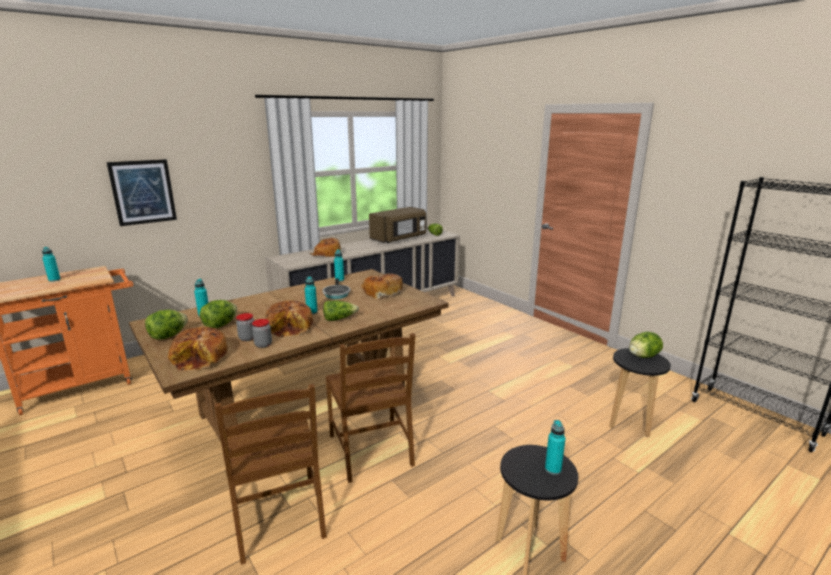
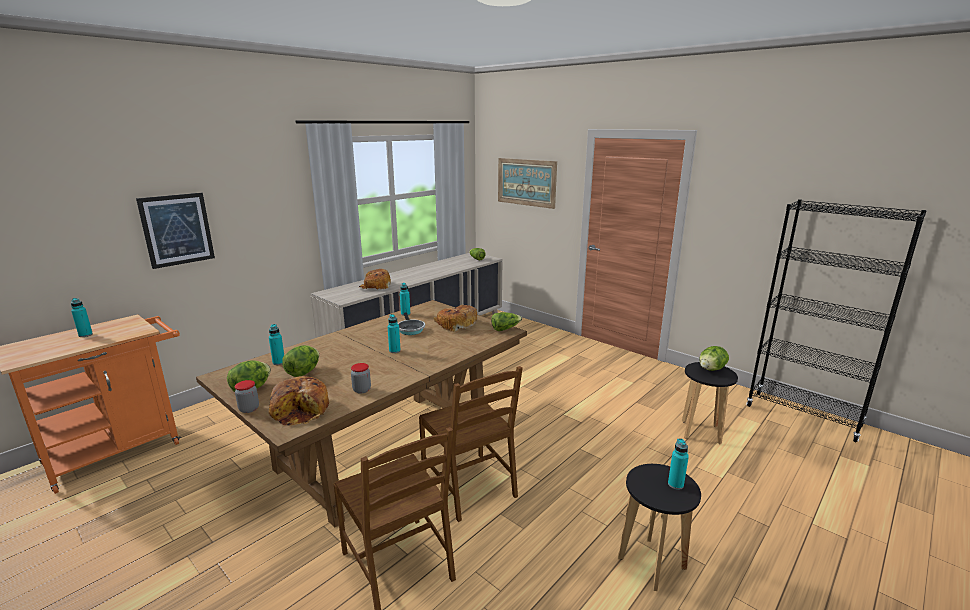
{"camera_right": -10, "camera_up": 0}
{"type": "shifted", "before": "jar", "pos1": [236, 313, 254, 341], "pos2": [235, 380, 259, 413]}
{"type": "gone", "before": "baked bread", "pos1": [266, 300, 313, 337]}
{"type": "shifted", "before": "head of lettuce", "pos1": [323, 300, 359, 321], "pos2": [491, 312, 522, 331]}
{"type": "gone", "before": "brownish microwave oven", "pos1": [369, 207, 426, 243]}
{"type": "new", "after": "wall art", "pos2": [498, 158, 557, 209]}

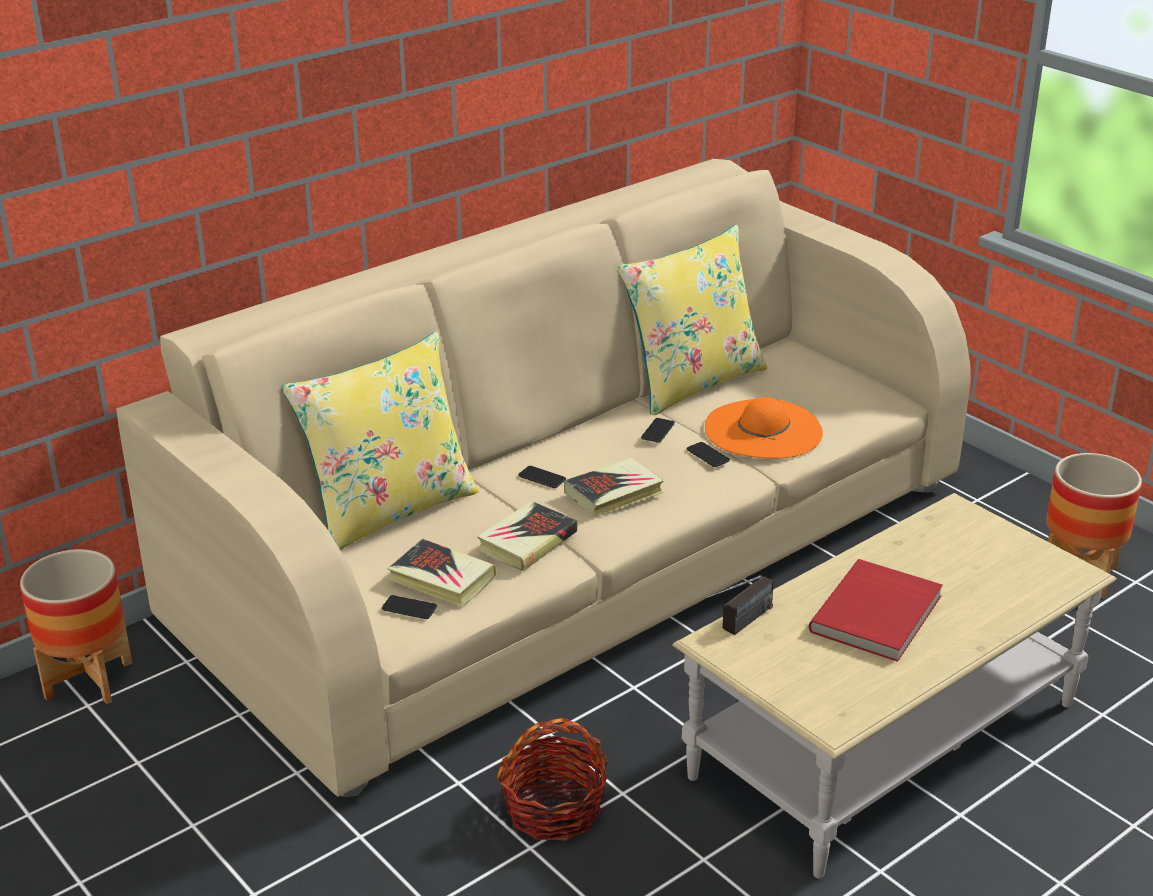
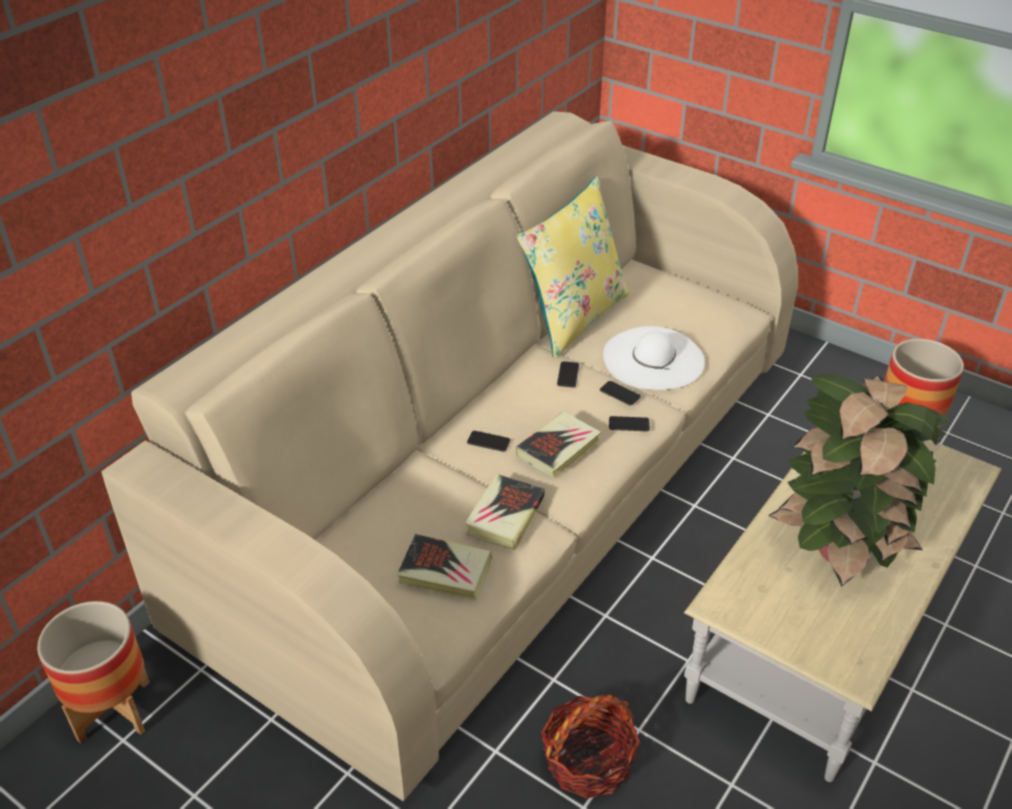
{"camera_right": -15, "camera_up": 10}
{"type": "gone", "before": "yellowish pillow", "pos1": [281, 332, 479, 550]}
{"type": "shifted", "before": "phone", "pos1": [382, 595, 437, 619], "pos2": [609, 416, 650, 431]}
{"type": "gone", "before": "radio receiver", "pos1": [704, 575, 774, 635]}
{"type": "repainted", "before": "orange-coloured hat", "after": "white hat", "pos1": [705, 397, 823, 459], "pos2": [603, 326, 705, 390]}
{"type": "swapped", "before": "reddish book", "after": "potted plant", "pos1": [809, 559, 943, 662], "pos2": [768, 374, 951, 587]}

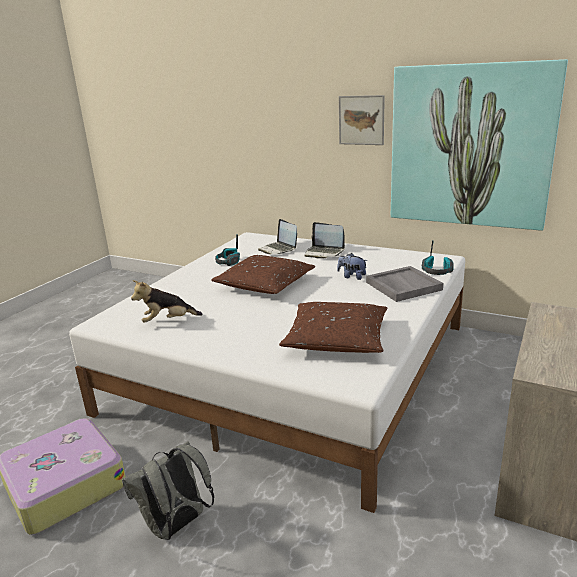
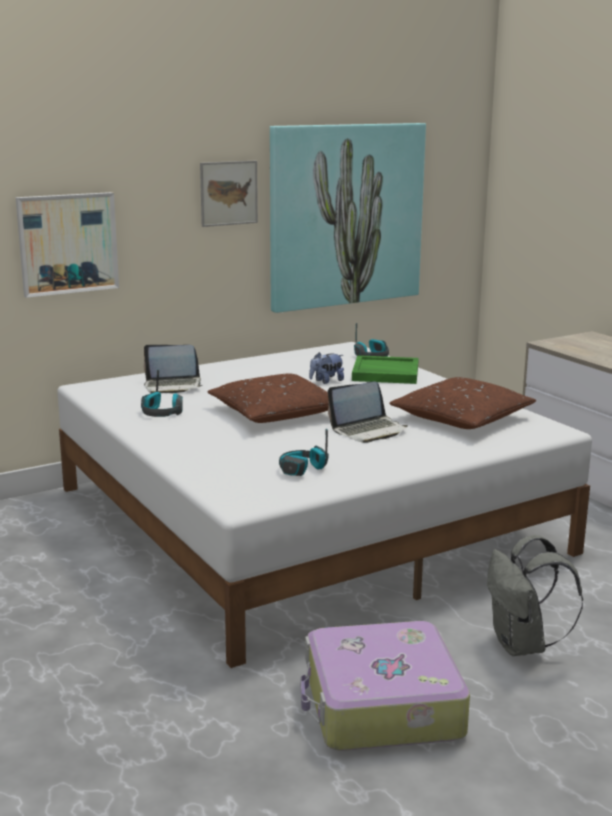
{"camera_right": -60, "camera_up": -5}
{"type": "swapped", "before": "plush toy", "after": "headset", "pos1": [131, 280, 203, 323], "pos2": [279, 429, 329, 476]}
{"type": "shifted", "before": "notebook computer", "pos1": [305, 222, 345, 258], "pos2": [328, 381, 408, 443]}
{"type": "repainted", "before": "gray serving tray", "after": "greenish serving tray", "pos1": [366, 266, 443, 302], "pos2": [352, 355, 419, 384]}
{"type": "new", "after": "wall art", "pos2": [16, 192, 119, 298]}

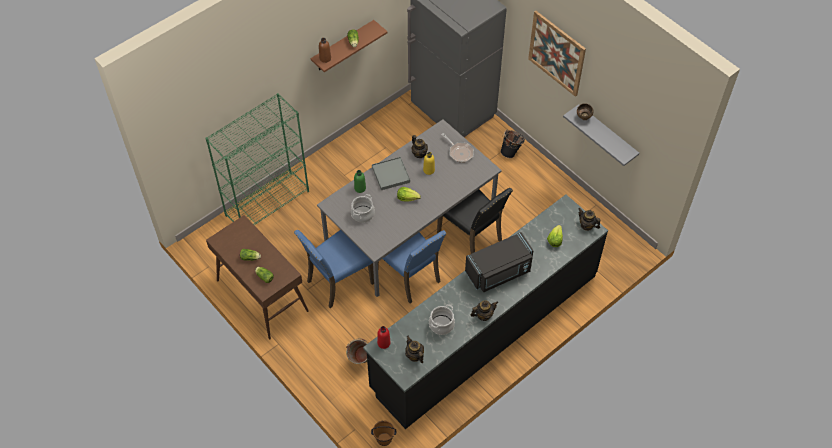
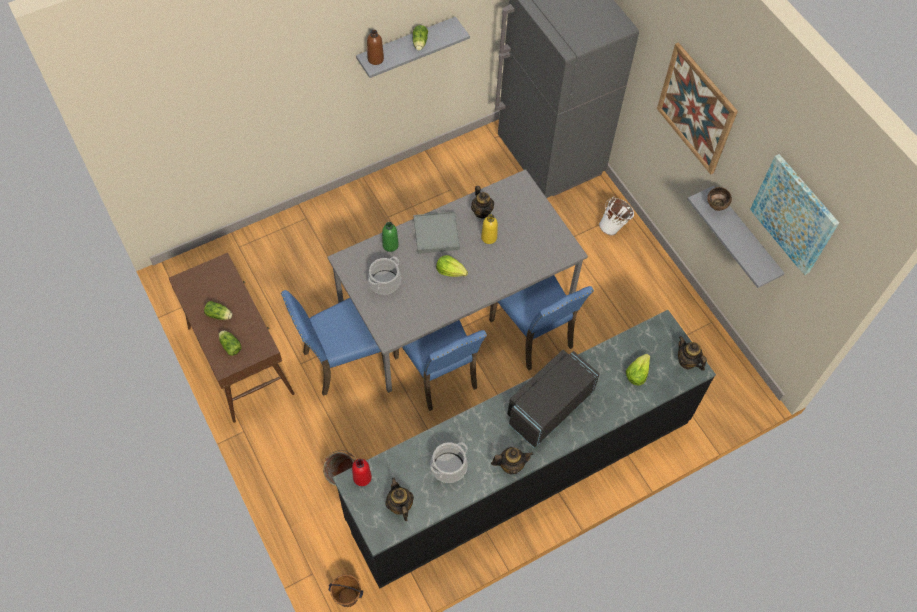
{"camera_right": 10, "camera_up": 5}
{"type": "gone", "before": "greenish bookcase", "pos1": [205, 93, 309, 225]}
{"type": "repainted", "before": "brownish shelf", "after": "gray shelf", "pos1": [311, 20, 388, 72], "pos2": [356, 17, 470, 78]}
{"type": "repainted", "before": "black plain chair", "after": "blue plain chair", "pos1": [437, 188, 513, 254], "pos2": [489, 275, 594, 370]}
{"type": "gone", "before": "frying pan", "pos1": [441, 133, 474, 162]}
{"type": "rotated", "before": "black microwave oven", "pos1": [465, 232, 534, 292], "pos2": [507, 350, 600, 448], "turn": 150}
{"type": "repainted", "before": "black bucket", "after": "white bucket", "pos1": [500, 129, 525, 158], "pos2": [599, 197, 634, 236]}
{"type": "new", "after": "wall art", "pos2": [750, 154, 839, 276]}

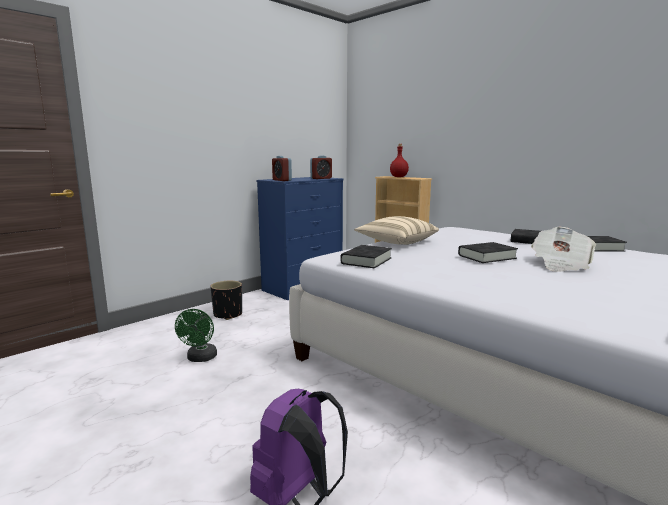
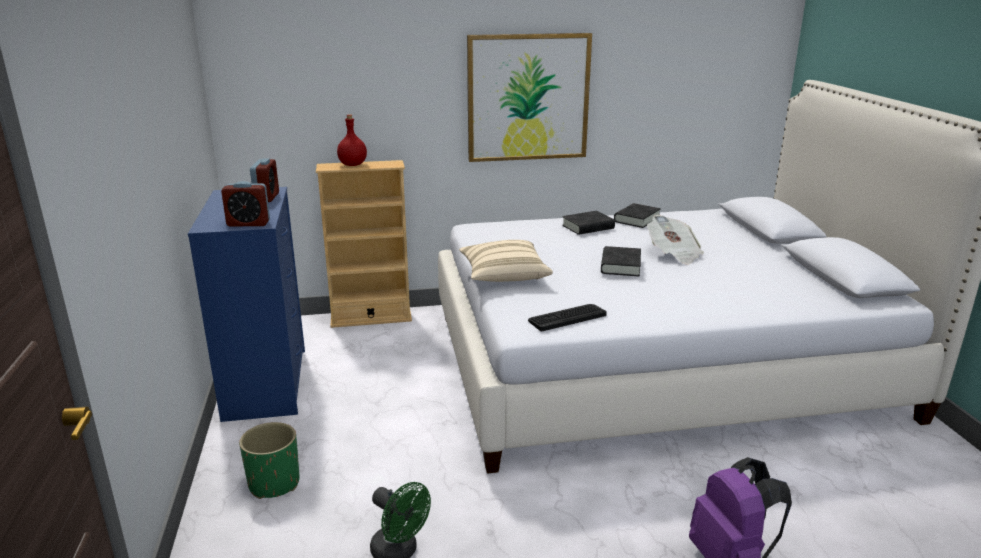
{"camera_right": -55, "camera_up": 10}
{"type": "repainted", "before": "black flower pot", "after": "greenish flower pot", "pos1": [210, 281, 242, 320], "pos2": [239, 422, 300, 499]}
{"type": "swapped", "before": "black book", "after": "PC keyboard", "pos1": [340, 245, 392, 268], "pos2": [528, 304, 607, 331]}
{"type": "new", "after": "wall art", "pos2": [467, 33, 592, 162]}

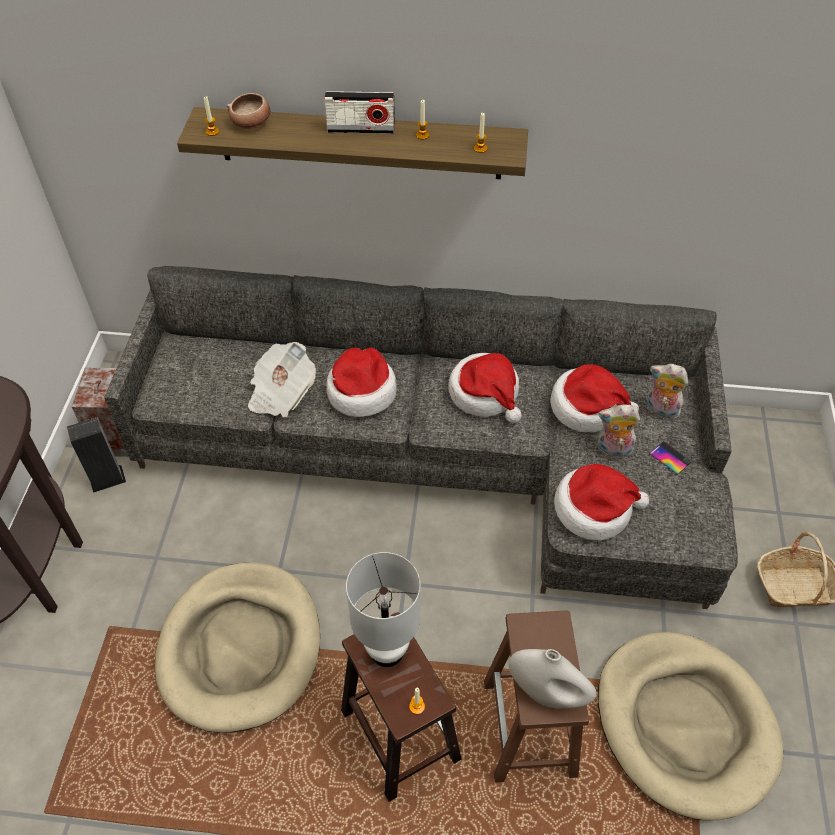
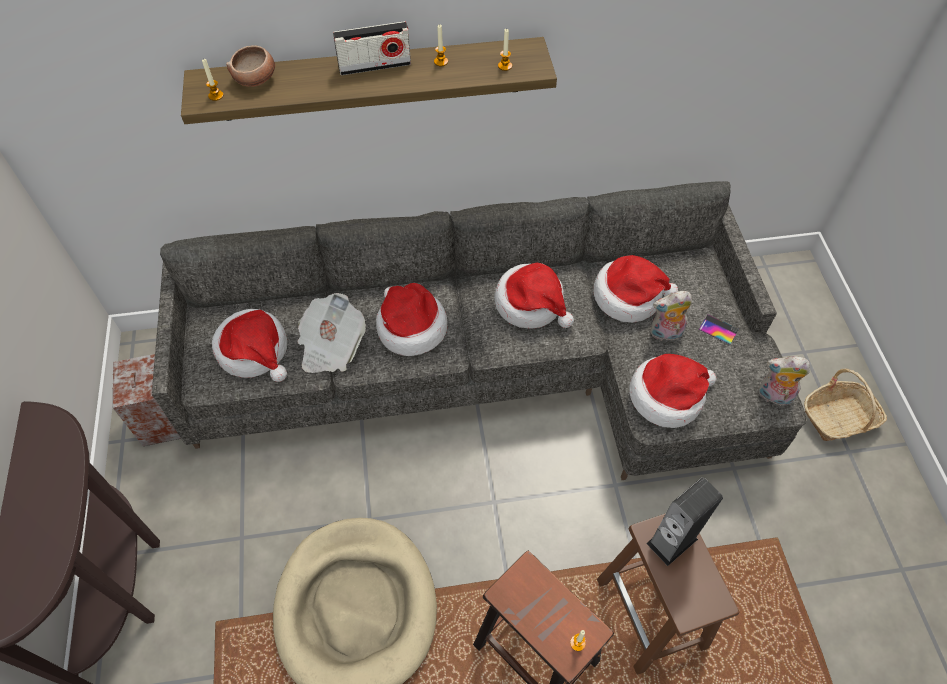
{"camera_right": -15, "camera_up": 5}
{"type": "shifted", "before": "speaker", "pos1": [67, 417, 126, 493], "pos2": [646, 477, 723, 566]}
{"type": "gone", "before": "white table lamp", "pos1": [346, 552, 421, 667]}
{"type": "gone", "before": "white flower vase", "pos1": [509, 649, 596, 709]}
{"type": "gone", "before": "beige dog cushion", "pos1": [598, 632, 783, 820]}
{"type": "shifted", "before": "plush toy", "pos1": [647, 364, 688, 420], "pos2": [758, 356, 810, 406]}
{"type": "new", "after": "hat", "pos2": [212, 309, 287, 382]}

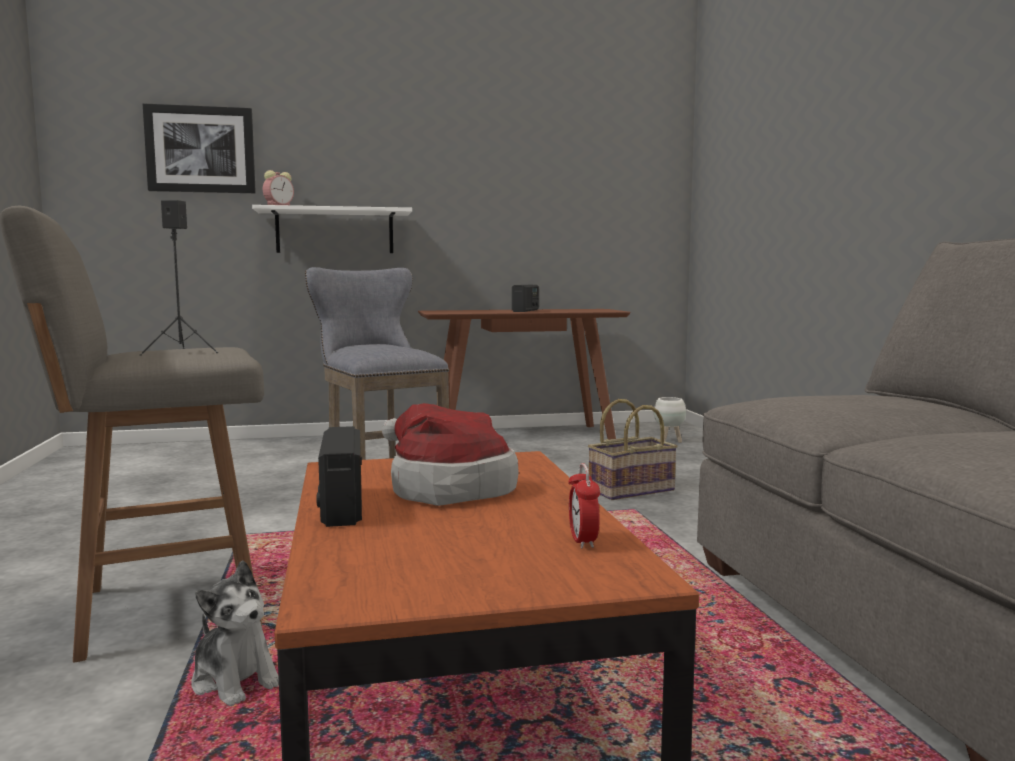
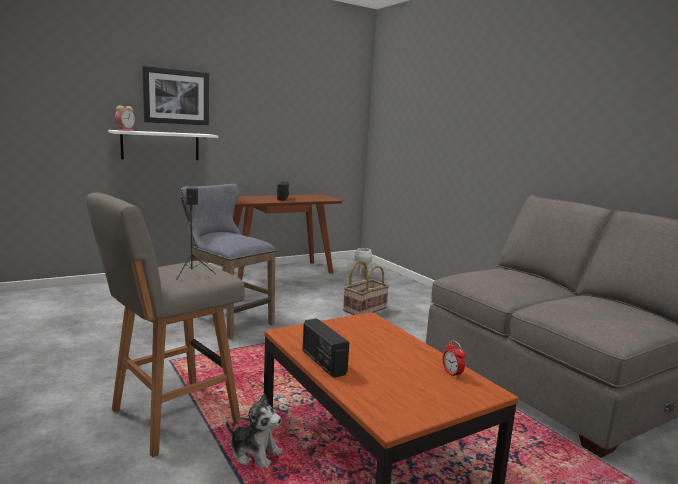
{"camera_right": -20, "camera_up": 5}
{"type": "shifted", "before": "wall art", "pos1": [143, 103, 256, 193], "pos2": [142, 66, 209, 125]}
{"type": "gone", "before": "hat", "pos1": [382, 403, 519, 506]}

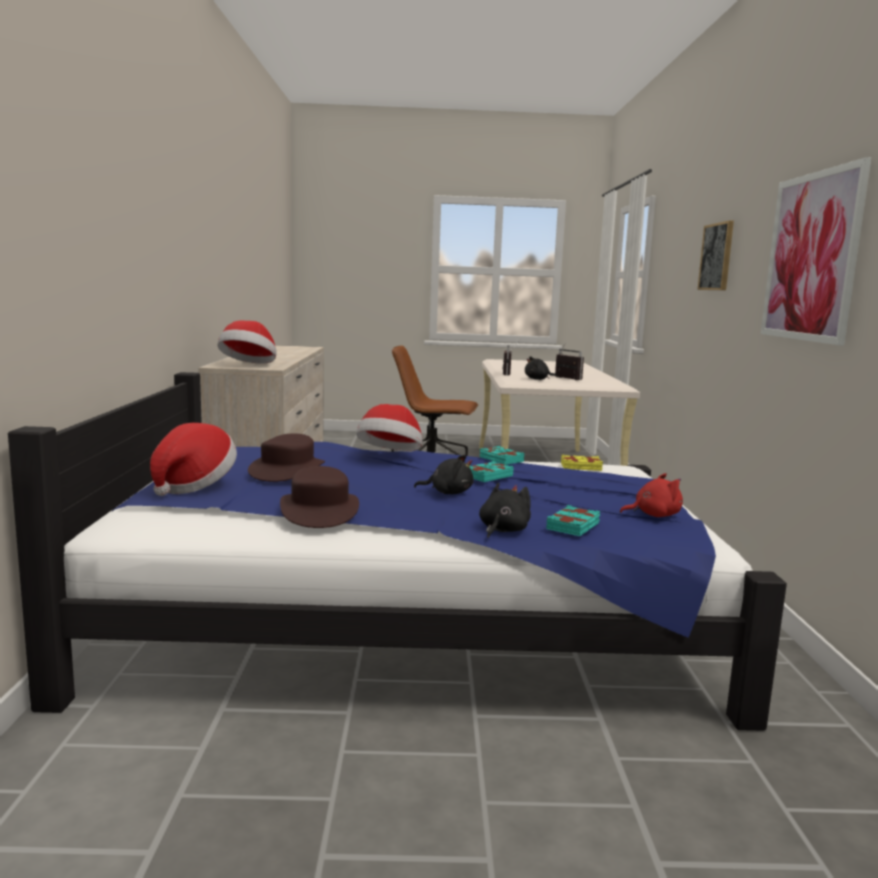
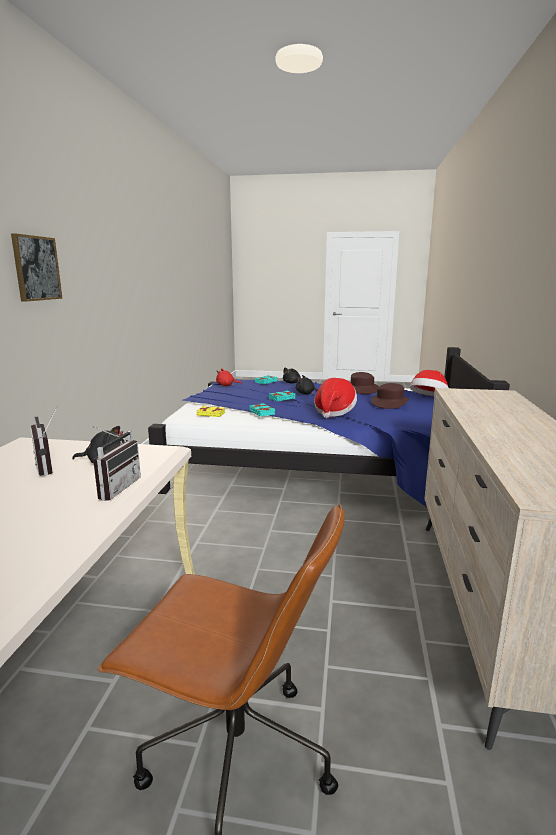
{"camera_right": -170, "camera_up": 5}
{"type": "gone", "before": "hat", "pos1": [217, 320, 277, 364]}
{"type": "gone", "before": "wall art", "pos1": [761, 157, 872, 346]}

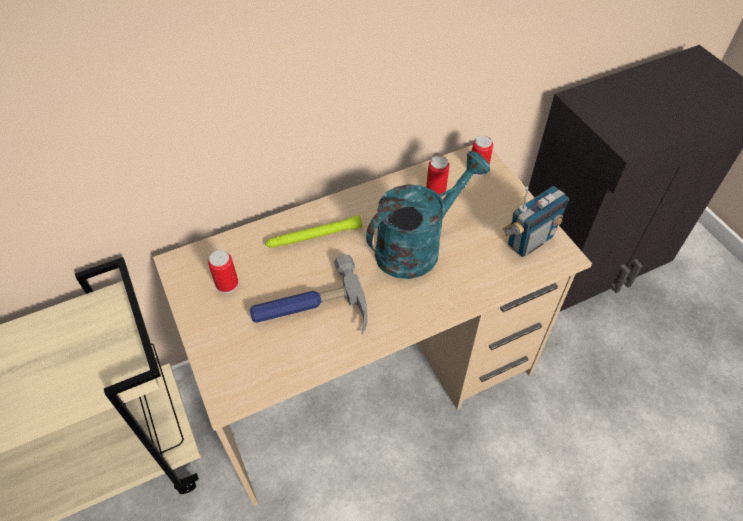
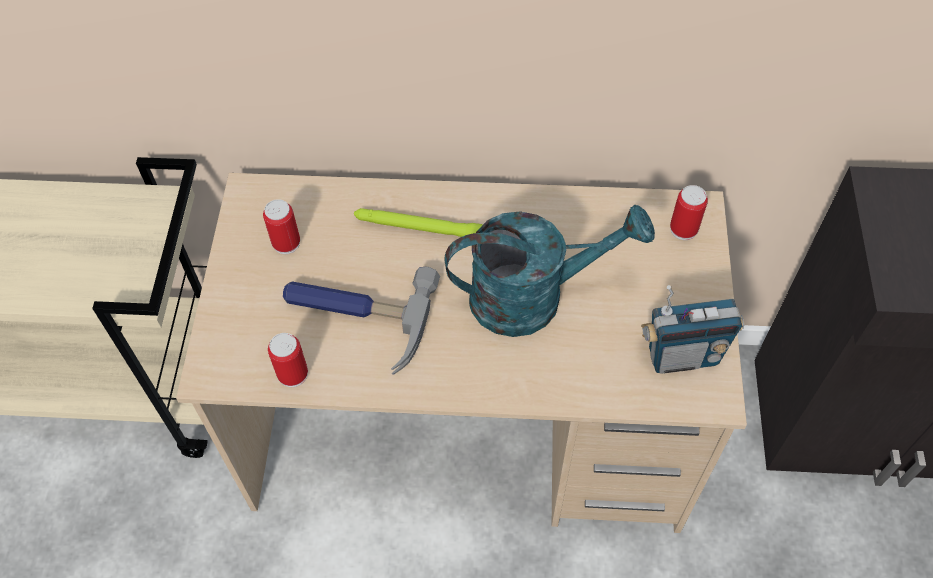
{"camera_right": 30, "camera_up": 5}
{"type": "shifted", "before": "metal can", "pos1": [426, 156, 449, 195], "pos2": [268, 333, 308, 387]}

